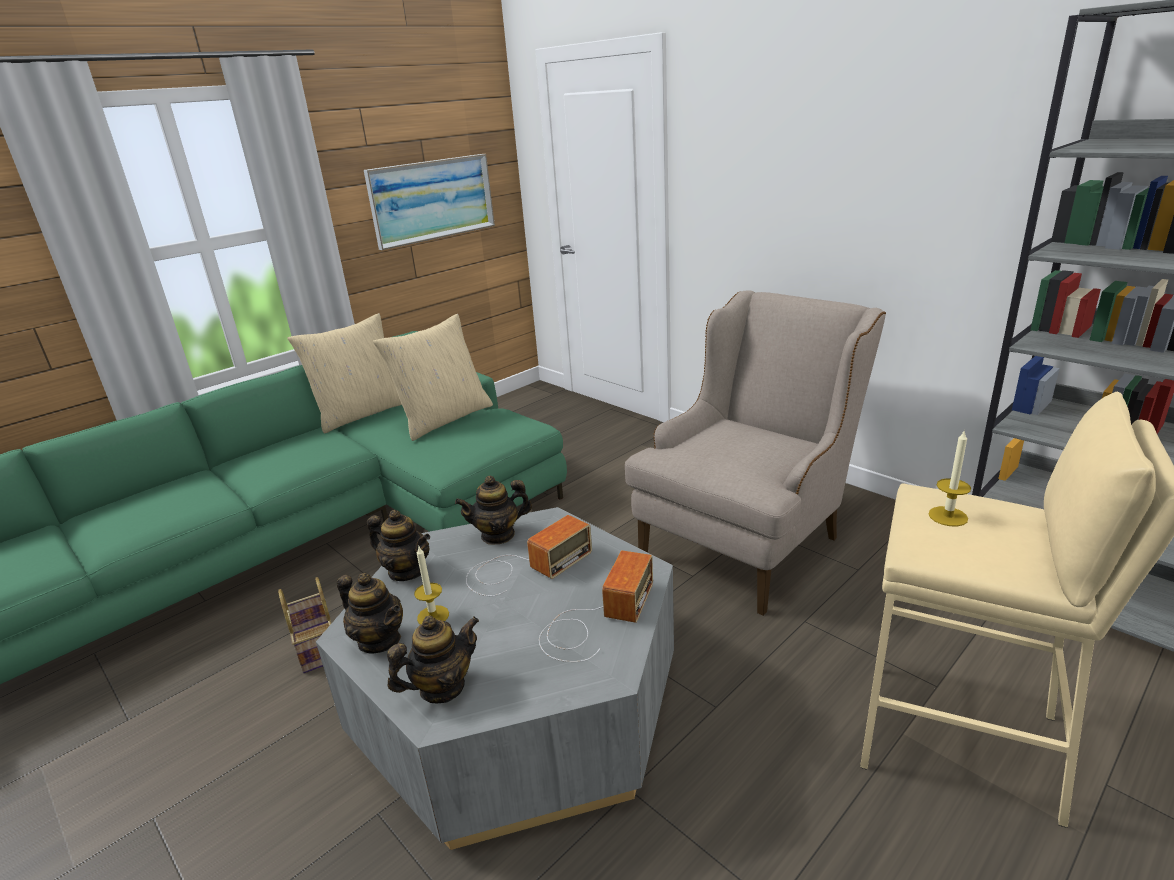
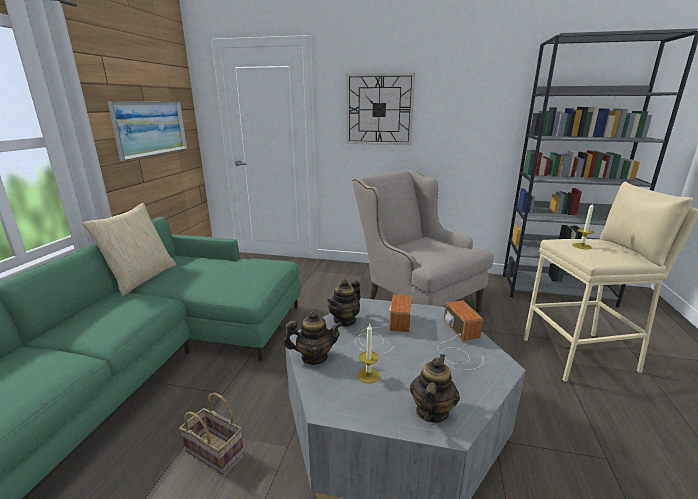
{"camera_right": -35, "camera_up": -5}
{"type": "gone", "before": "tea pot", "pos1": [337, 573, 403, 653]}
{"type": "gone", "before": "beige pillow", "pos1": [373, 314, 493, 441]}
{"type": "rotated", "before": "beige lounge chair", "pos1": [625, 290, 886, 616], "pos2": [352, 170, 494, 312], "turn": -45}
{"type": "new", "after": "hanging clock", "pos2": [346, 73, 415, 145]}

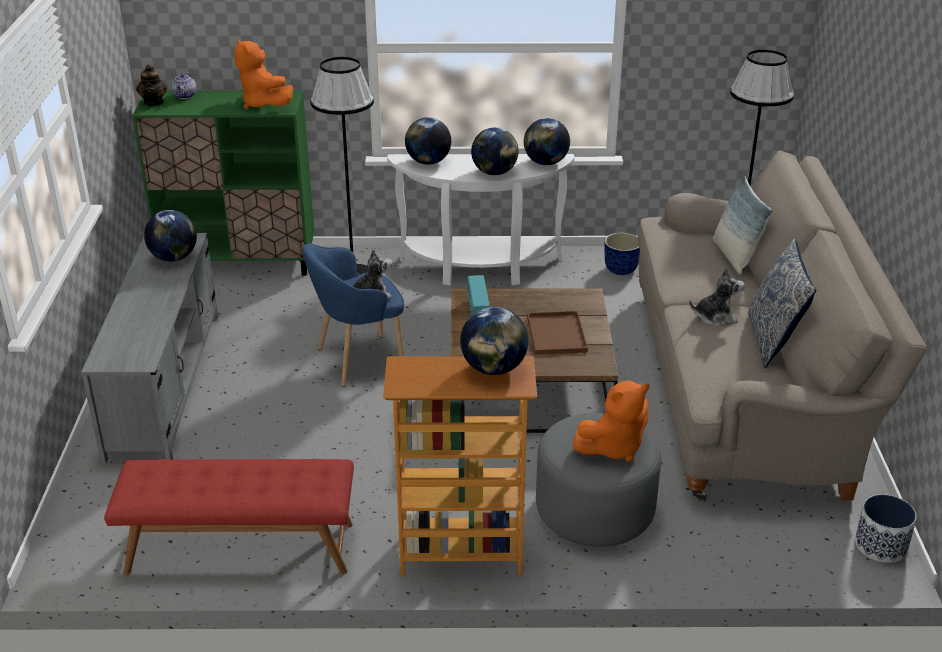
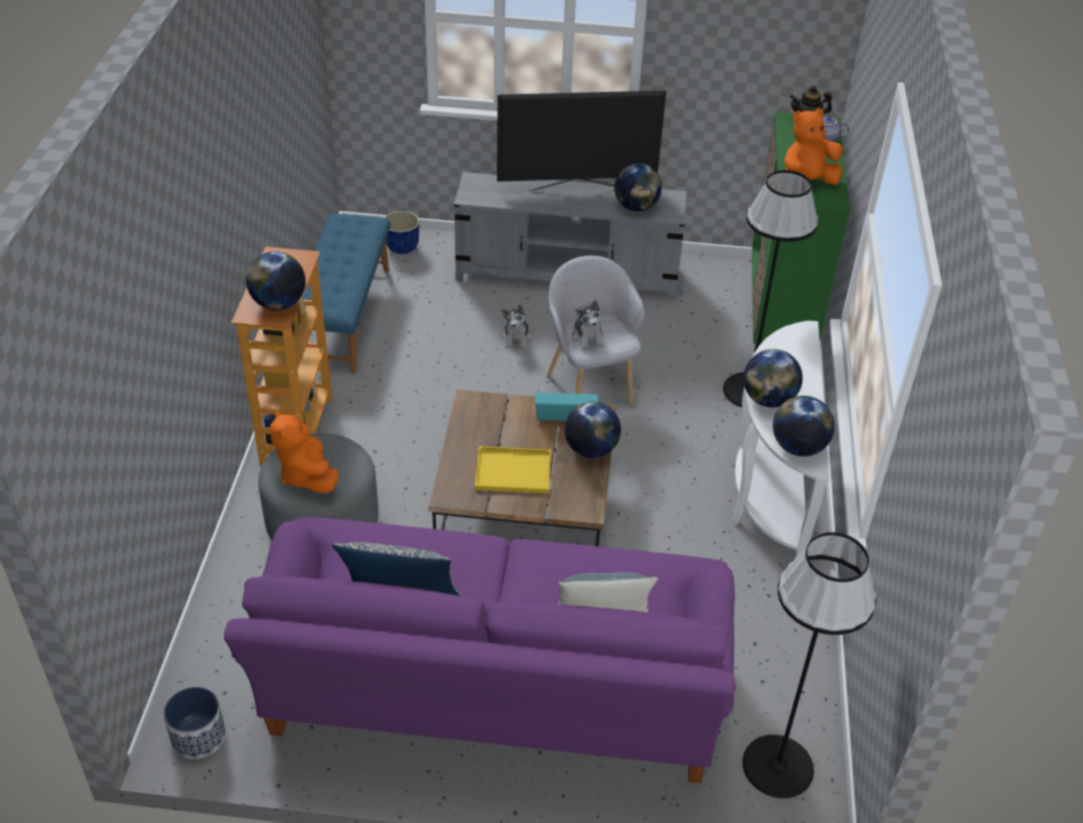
{"camera_right": 95, "camera_up": 10}
{"type": "repainted", "before": "reddish indoor bench", "after": "blue indoor bench", "pos1": [104, 459, 354, 575], "pos2": [303, 214, 391, 373]}
{"type": "repainted", "before": "blue lounge chair", "after": "gray lounge chair", "pos1": [303, 244, 404, 387], "pos2": [547, 256, 645, 406]}
{"type": "shifted", "before": "world globe", "pos1": [405, 117, 451, 165], "pos2": [565, 401, 621, 458]}
{"type": "repainted", "before": "brownish serving tray", "after": "yellowish serving tray", "pos1": [527, 311, 588, 355], "pos2": [475, 446, 551, 493]}
{"type": "shifted", "before": "flower pot", "pos1": [604, 233, 640, 275], "pos2": [384, 211, 420, 254]}
{"type": "repainted", "before": "beige sofa", "after": "purplish sofa", "pos1": [638, 151, 927, 501], "pos2": [224, 517, 736, 783]}
{"type": "shifted", "before": "plush toy", "pos1": [689, 268, 745, 326], "pos2": [501, 305, 531, 349]}
{"type": "new", "after": "TV set", "pos2": [497, 91, 666, 192]}

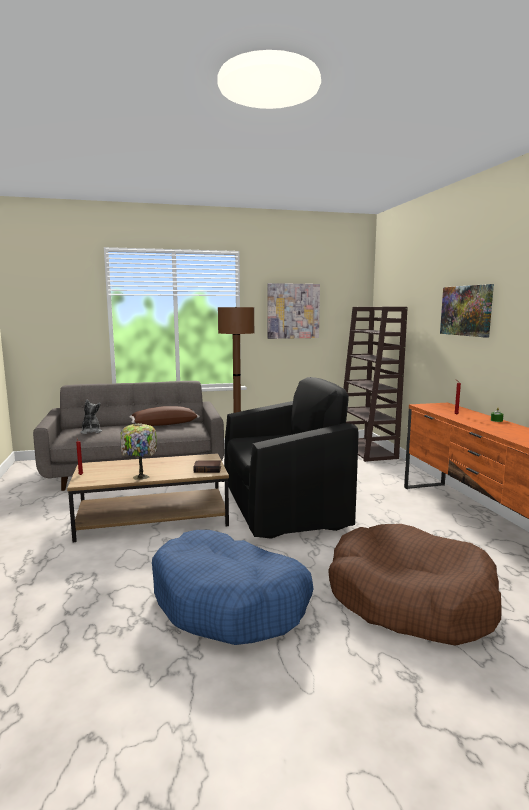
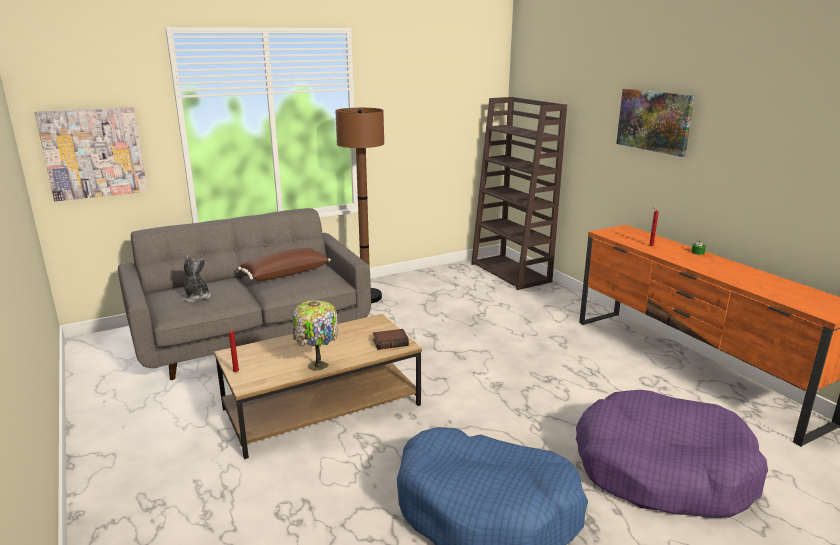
{"camera_right": -15, "camera_up": 10}
{"type": "gone", "before": "black lounge chair", "pos1": [224, 377, 358, 539]}
{"type": "shifted", "before": "wall art", "pos1": [267, 283, 320, 339], "pos2": [35, 107, 147, 201]}
{"type": "repainted", "before": "brownish dog cushion", "after": "purplish dog cushion", "pos1": [328, 524, 502, 646], "pos2": [576, 390, 768, 518]}

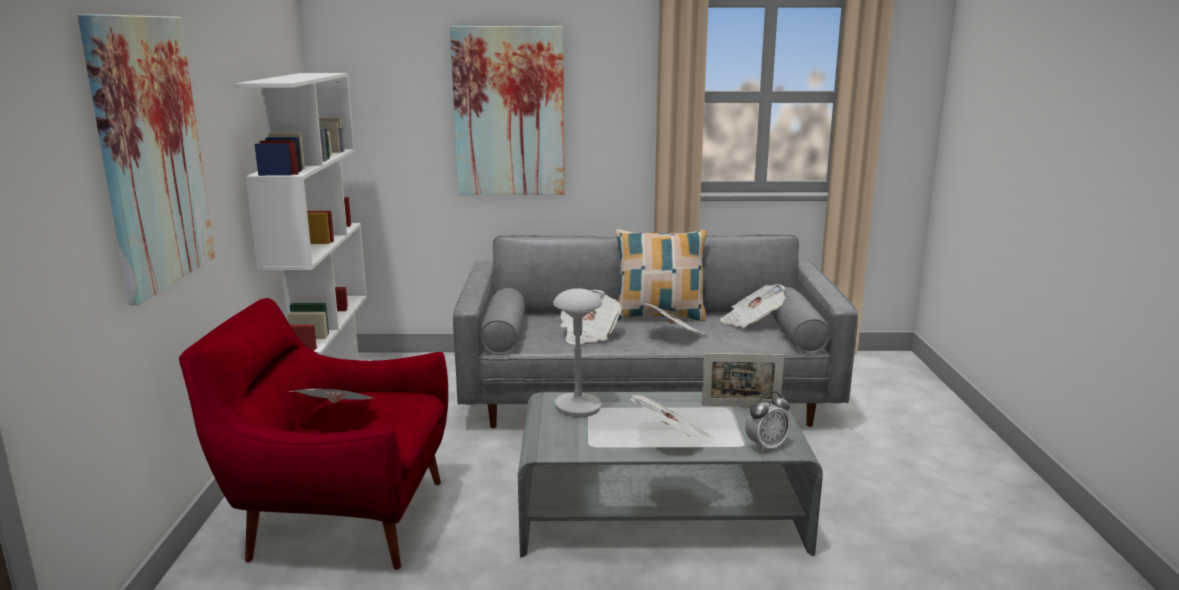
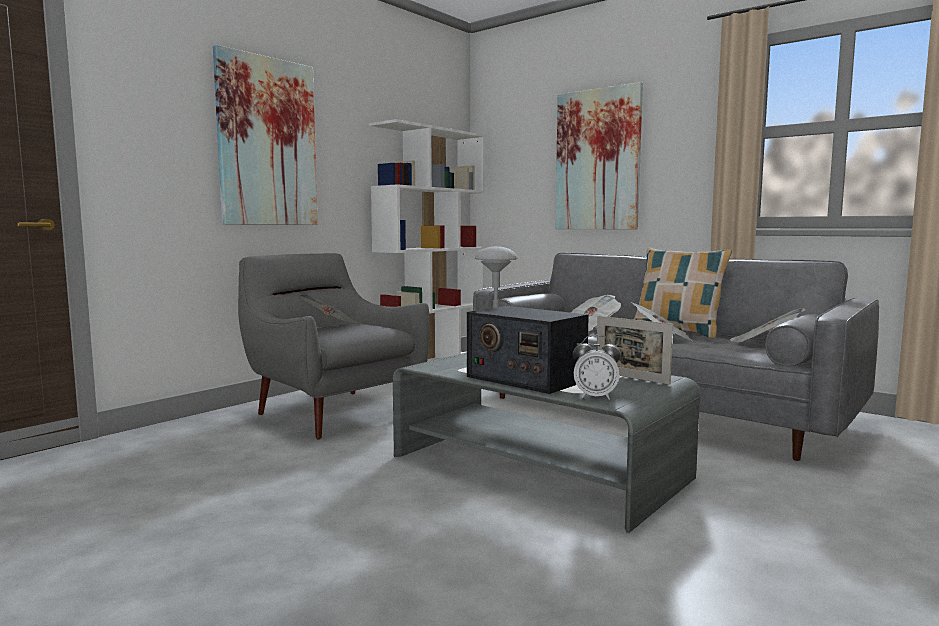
{"camera_right": 40, "camera_up": -10}
{"type": "repainted", "before": "reddish lounge chair", "after": "gray lounge chair", "pos1": [179, 298, 448, 570], "pos2": [238, 253, 430, 439]}
{"type": "swapped", "before": "newspaper", "after": "radio receiver", "pos1": [630, 395, 716, 439], "pos2": [467, 306, 589, 394]}

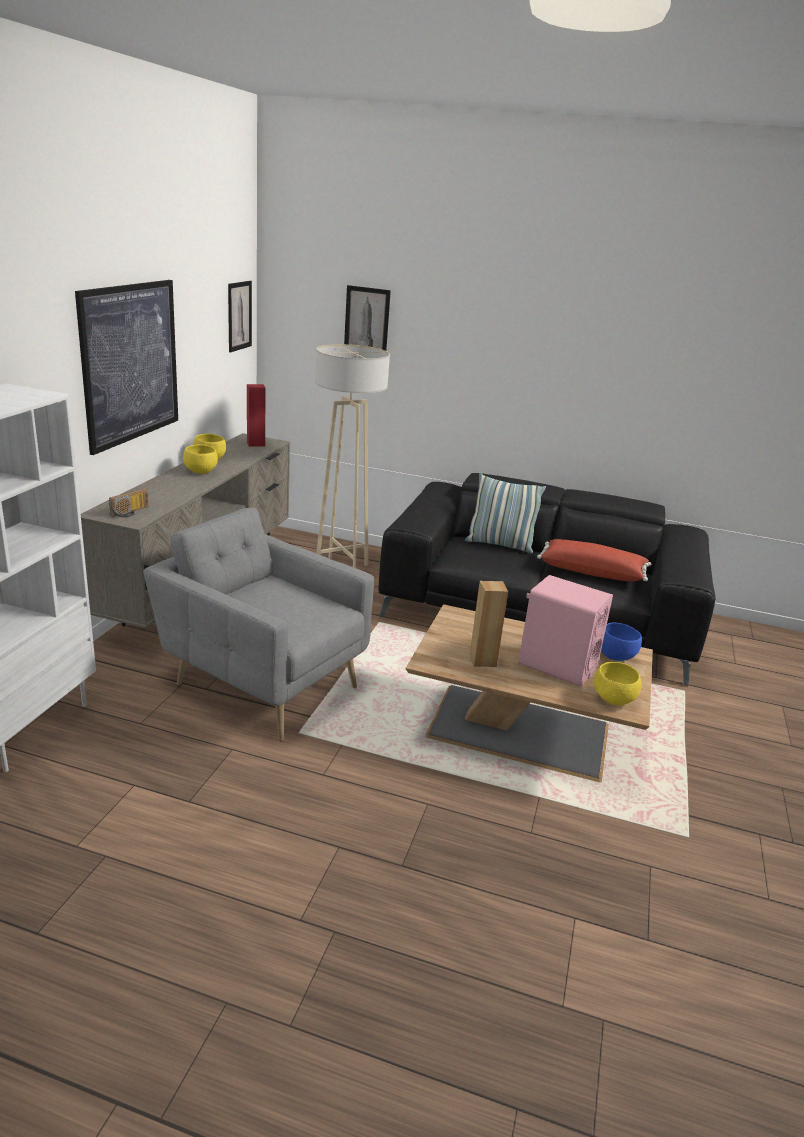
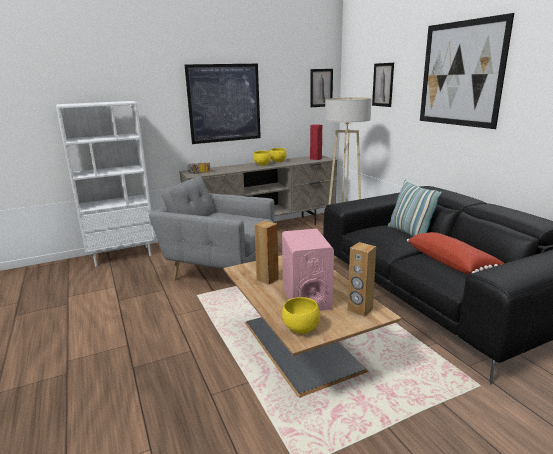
{"camera_right": 50, "camera_up": -5}
{"type": "rotated", "before": "gray lounge chair", "pos1": [143, 508, 374, 741], "pos2": [149, 176, 275, 280], "turn": -60}
{"type": "swapped", "before": "blue deep dish", "after": "brownish speaker", "pos1": [601, 623, 642, 661], "pos2": [347, 242, 376, 317]}
{"type": "new", "after": "wall art", "pos2": [420, 13, 514, 129]}

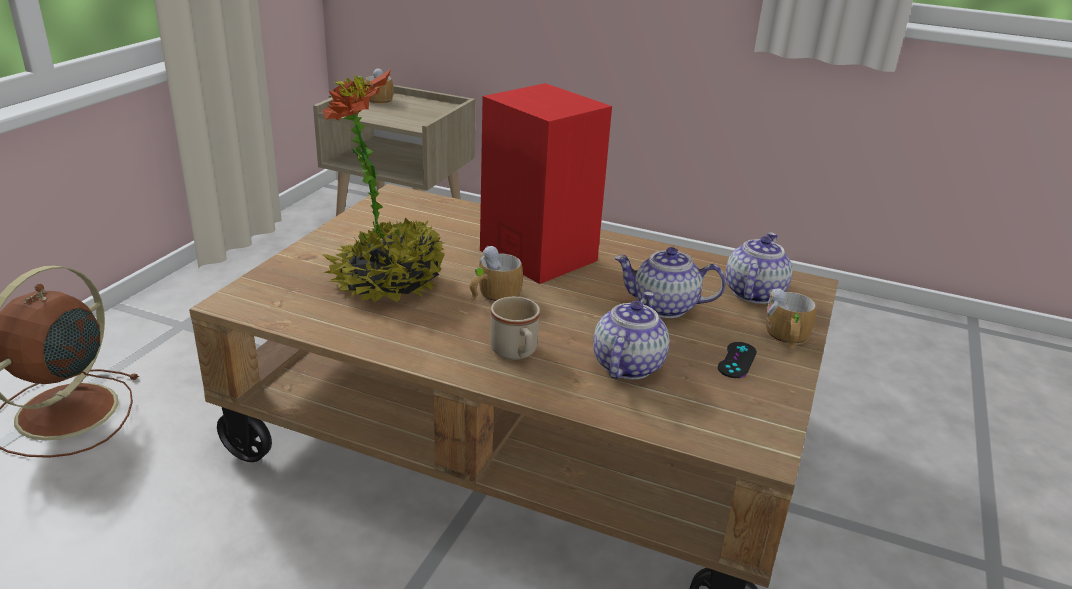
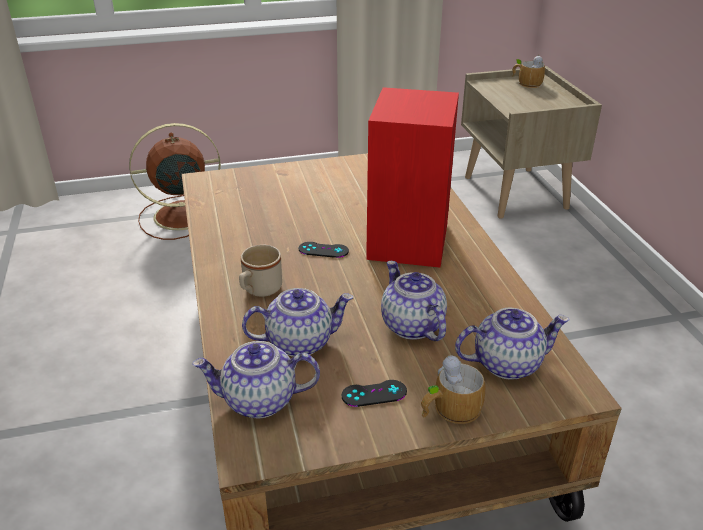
{"camera_right": 55, "camera_up": 5}
{"type": "gone", "before": "potted plant", "pos1": [322, 69, 445, 303]}
{"type": "swapped", "before": "coffee mug", "after": "black gamepad", "pos1": [470, 245, 523, 302], "pos2": [298, 242, 349, 258]}
{"type": "new", "after": "tea pot", "pos2": [192, 341, 320, 418]}

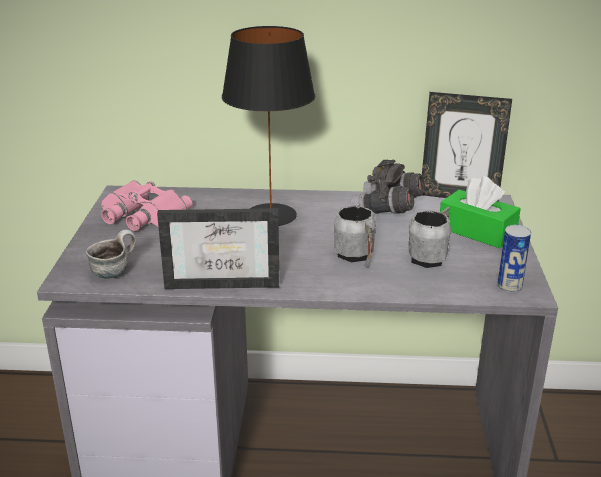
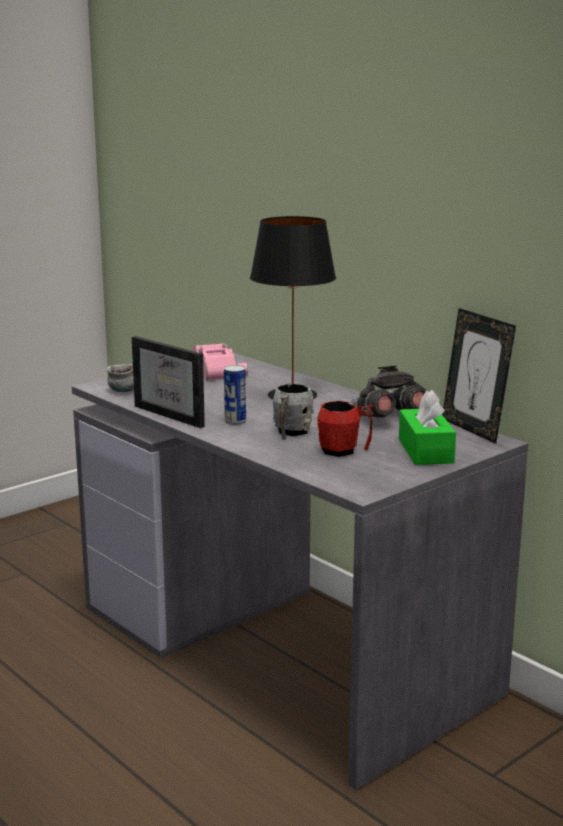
{"camera_right": 45, "camera_up": -10}
{"type": "repainted", "before": "gray coffee mug", "after": "reddish coffee mug", "pos1": [409, 207, 451, 268], "pos2": [317, 401, 374, 457]}
{"type": "shifted", "before": "metal can", "pos1": [498, 225, 531, 293], "pos2": [224, 365, 246, 425]}

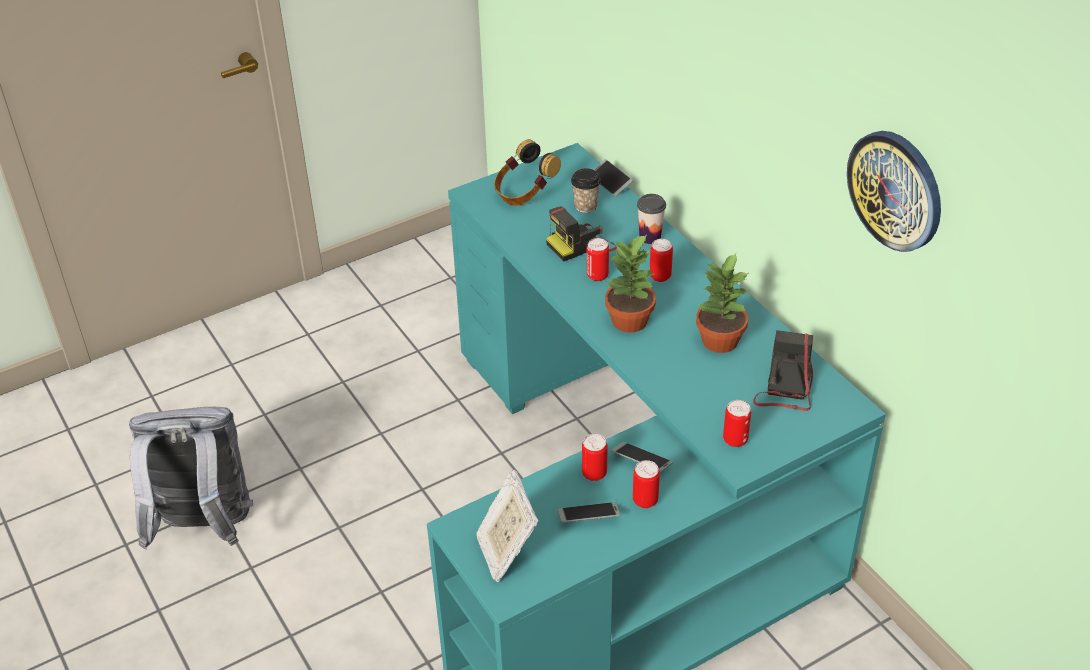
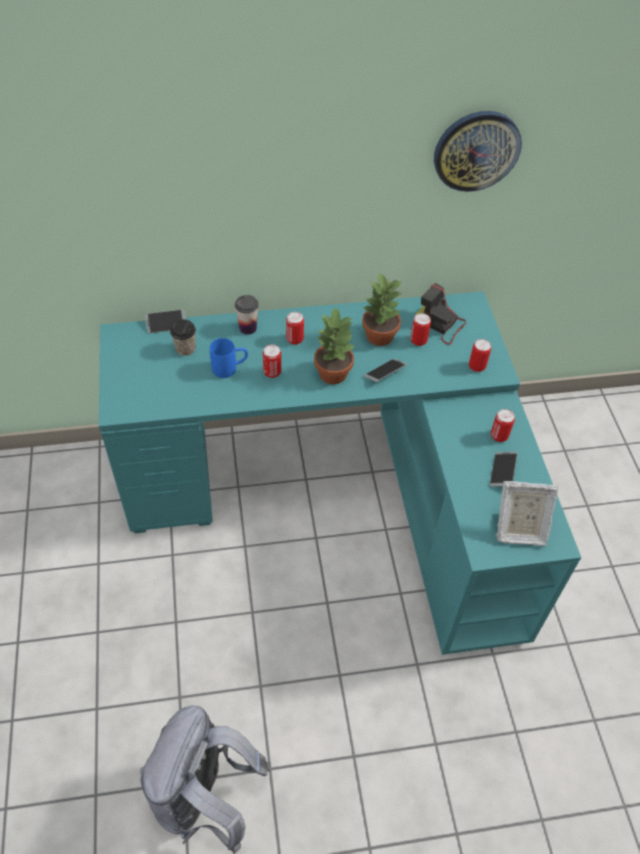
{"camera_right": -70, "camera_up": 10}
{"type": "gone", "before": "headset", "pos1": [494, 139, 561, 206]}
{"type": "swapped", "before": "still camera", "after": "blue coffee mug", "pos1": [546, 207, 617, 262], "pos2": [210, 338, 248, 378]}
{"type": "shifted", "before": "metal can", "pos1": [582, 434, 608, 481], "pos2": [410, 313, 431, 346]}
{"type": "shifted", "before": "phone", "pos1": [611, 442, 673, 472], "pos2": [364, 358, 407, 382]}

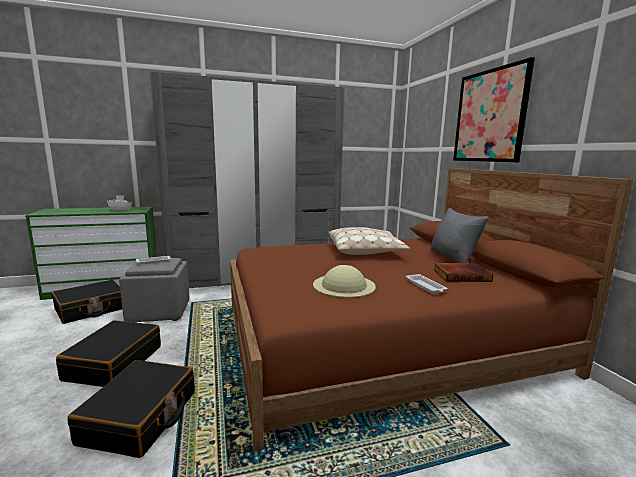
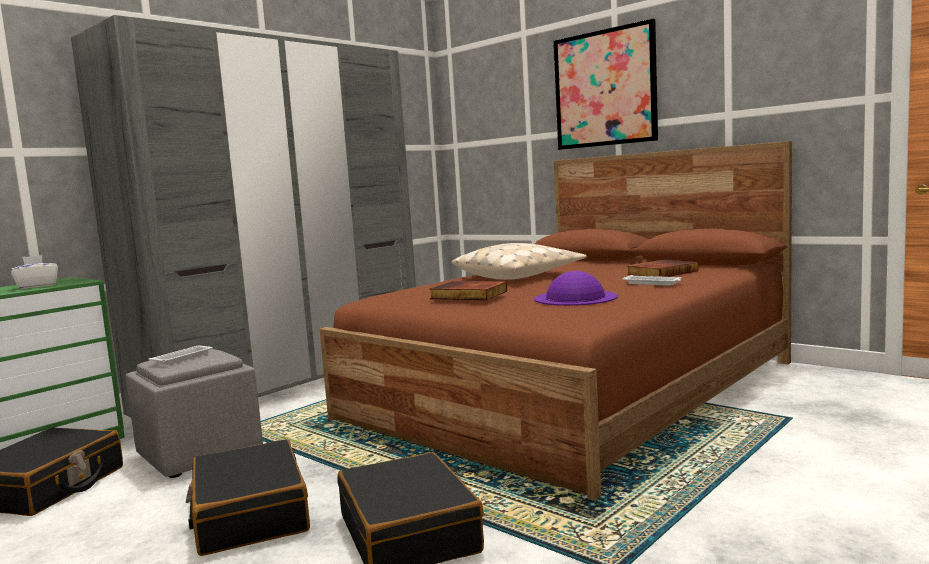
{"camera_right": -30, "camera_up": -5}
{"type": "repainted", "before": "beige hat", "after": "purplish hat", "pos1": [313, 265, 376, 298], "pos2": [534, 271, 618, 306]}
{"type": "gone", "before": "gray pillow", "pos1": [431, 208, 489, 263]}
{"type": "new", "after": "book", "pos2": [430, 281, 507, 300]}

